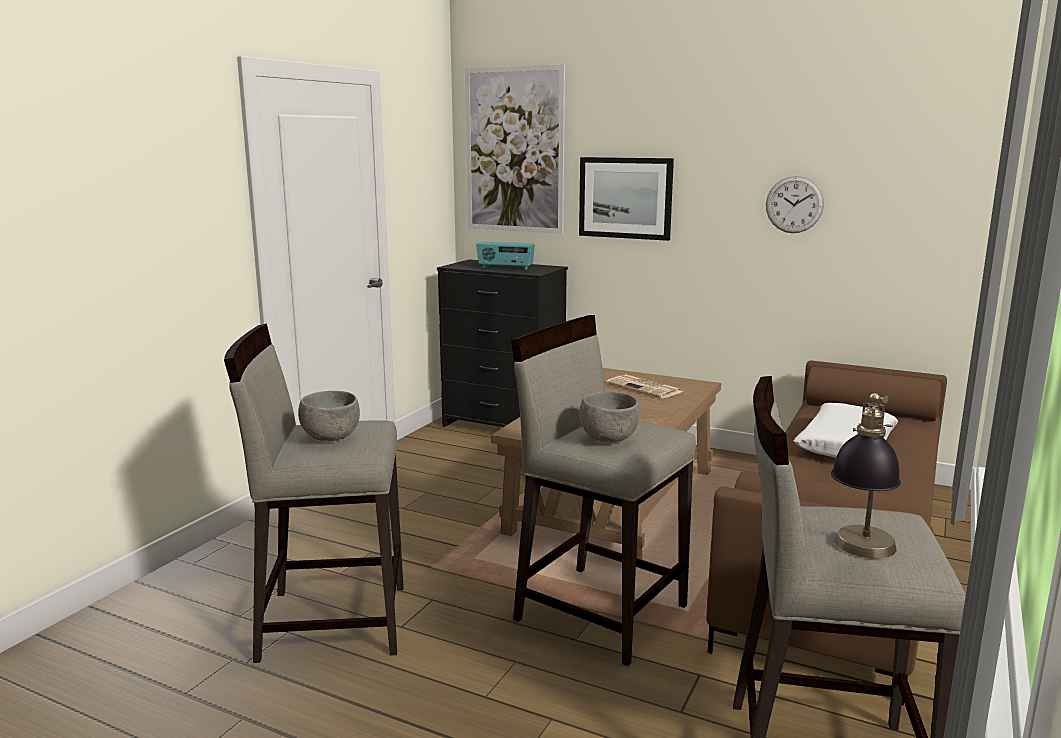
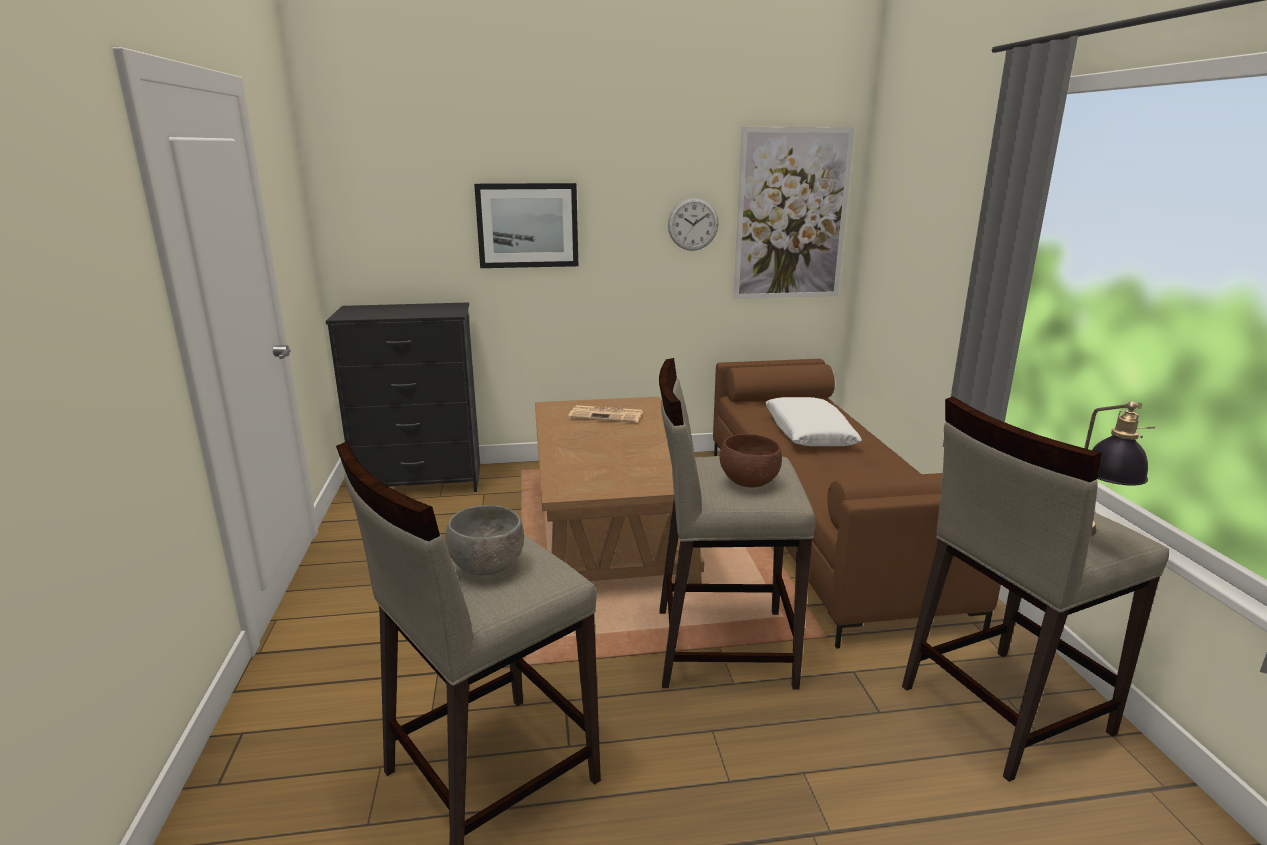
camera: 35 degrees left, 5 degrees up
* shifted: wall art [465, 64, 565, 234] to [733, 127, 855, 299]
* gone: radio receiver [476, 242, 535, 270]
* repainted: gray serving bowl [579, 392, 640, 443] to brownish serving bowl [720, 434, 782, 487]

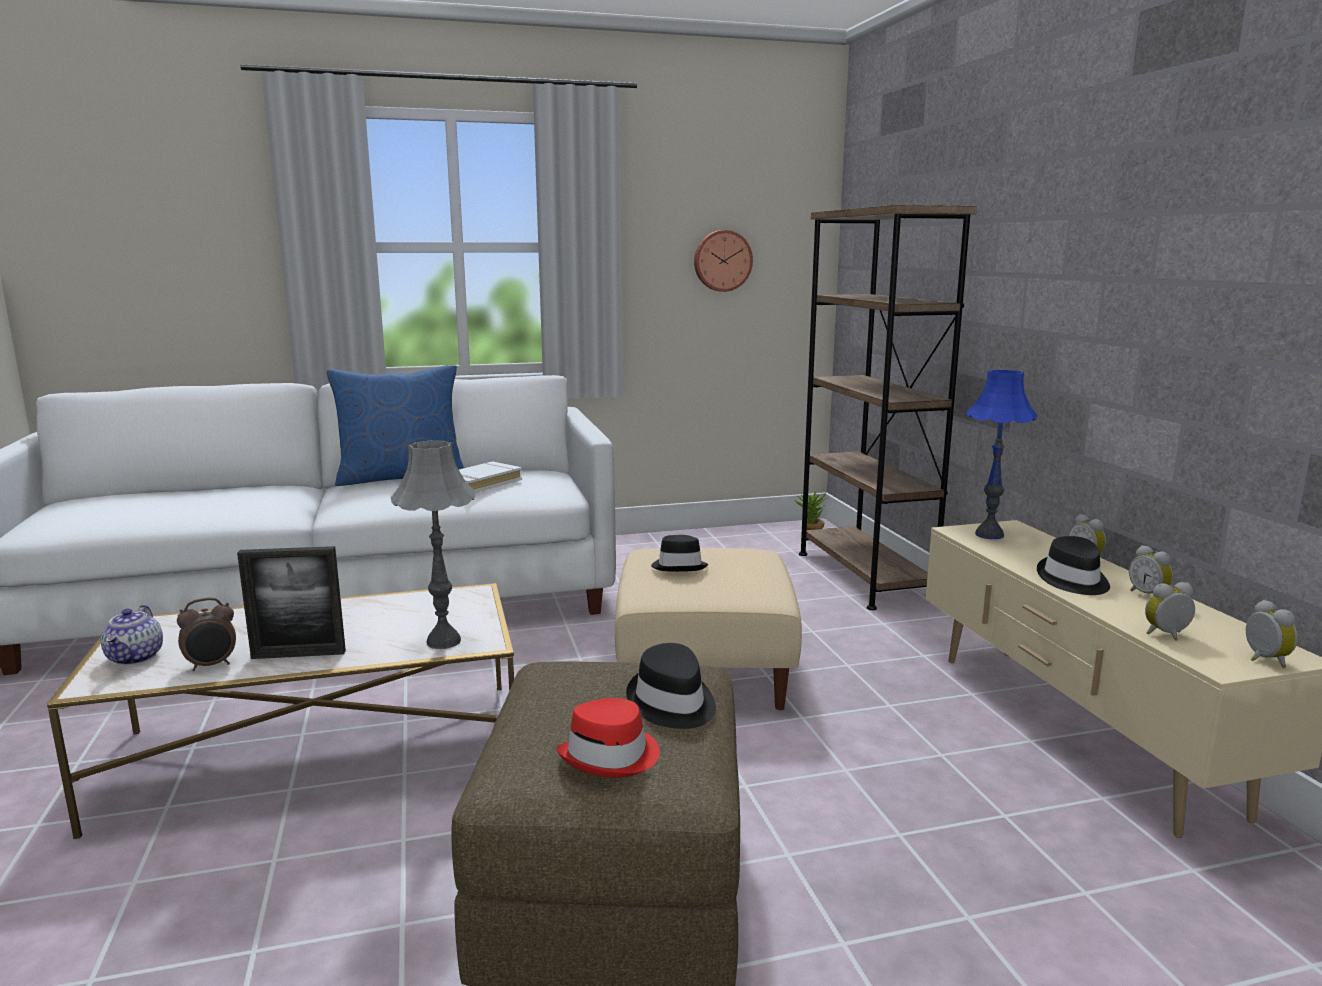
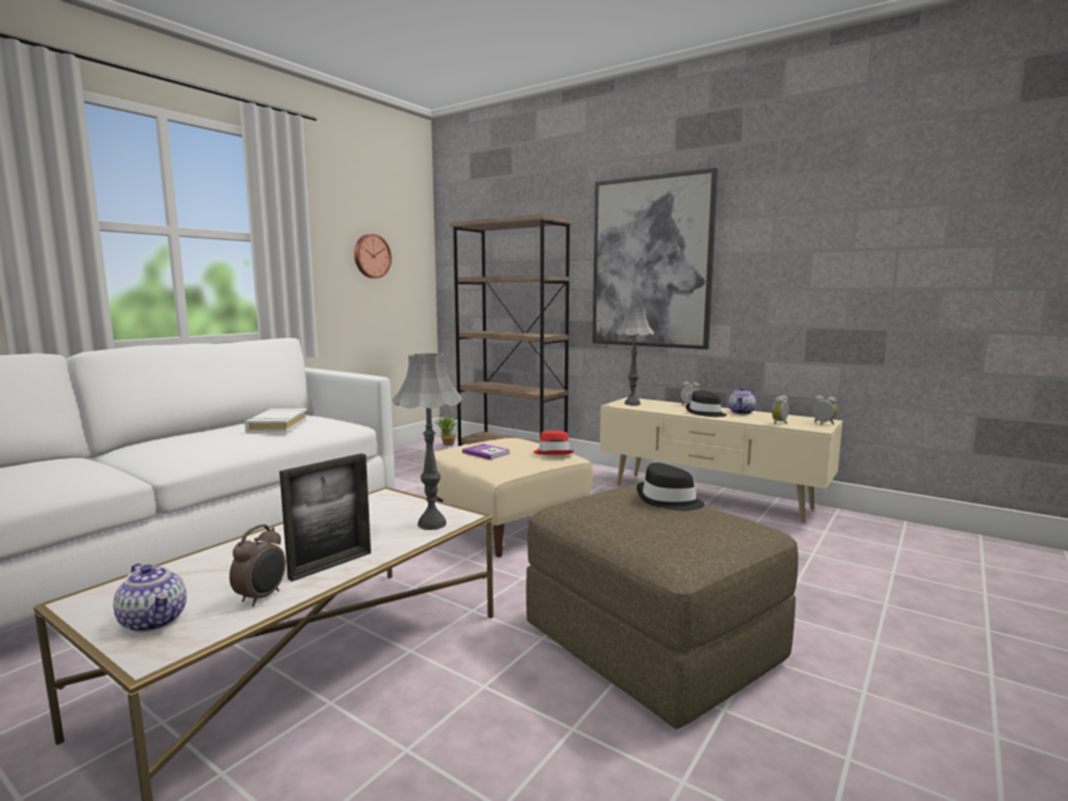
camera: 40 degrees left, 5 degrees down
* gone: bluish throw pillow [327, 365, 464, 486]
* shifted: red-coloured wearable hat [557, 698, 660, 778] to [534, 431, 574, 455]
* swapped: black wearable hat [651, 535, 708, 572] to bound book [462, 444, 510, 460]
* repainted: bluish lamp for a table [967, 370, 1037, 539] to gray lamp for a table [616, 308, 654, 405]
* swapped: bedside clock [1129, 545, 1173, 593] to tea pot [728, 387, 756, 414]
* new: wall art [592, 168, 718, 349]

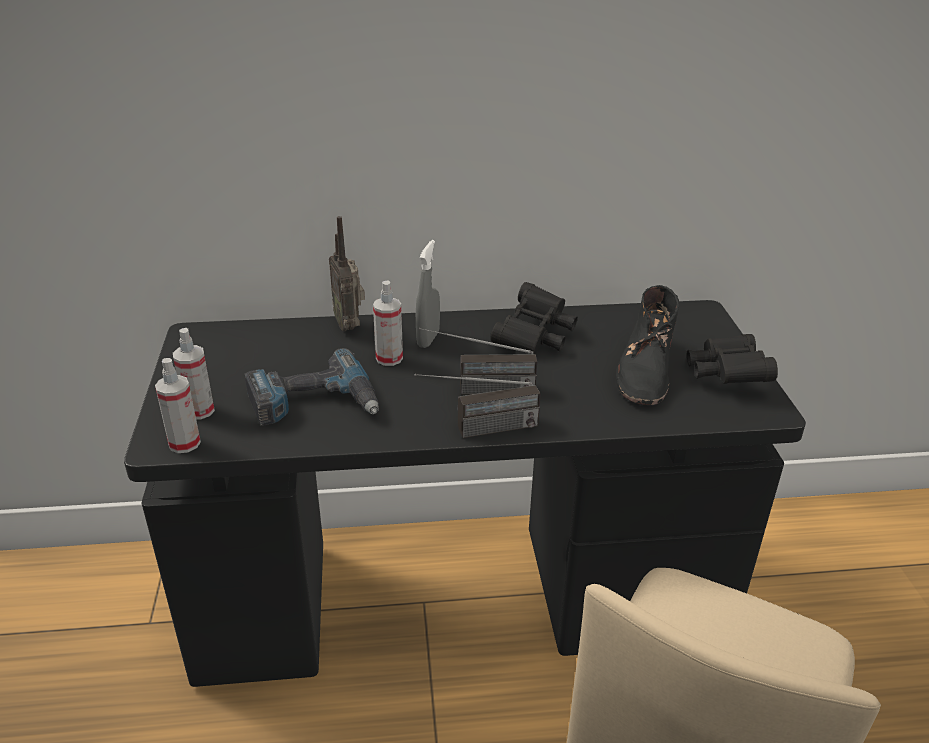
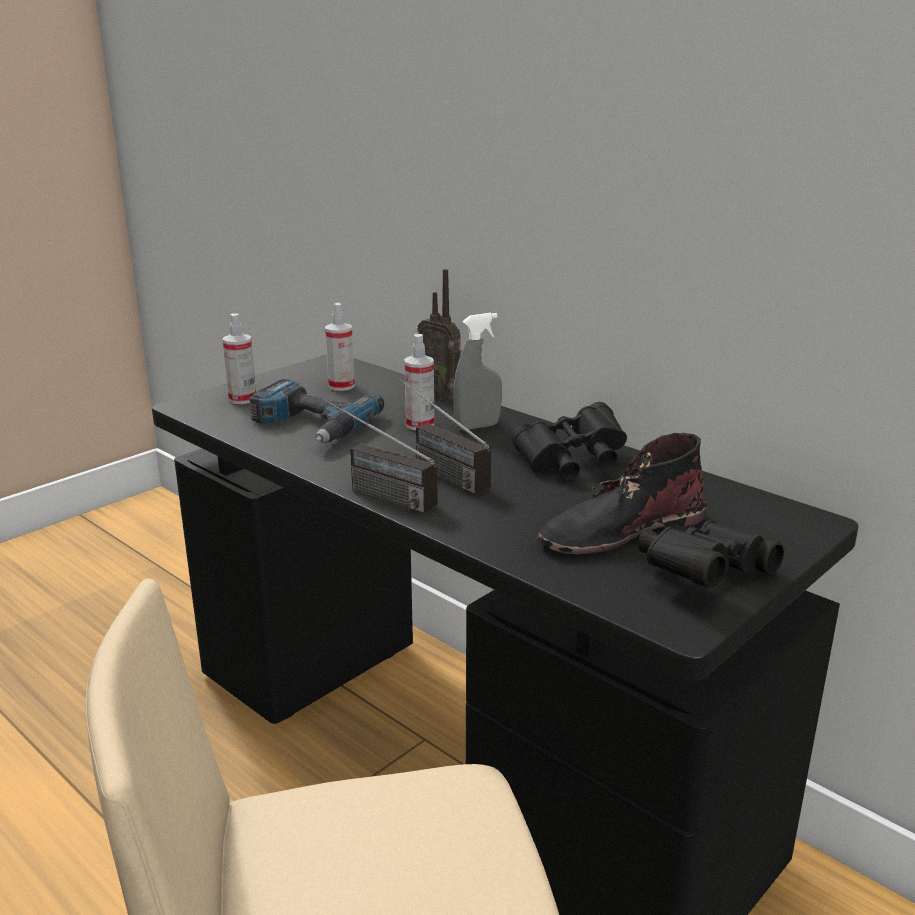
camera: 50 degrees right, 10 degrees down
* shifted: hand sprayer [155, 358, 201, 453] to [325, 303, 355, 391]
* rotated: radio receiver [329, 216, 365, 331] = [417, 269, 462, 401] 75 degrees counterclockwise

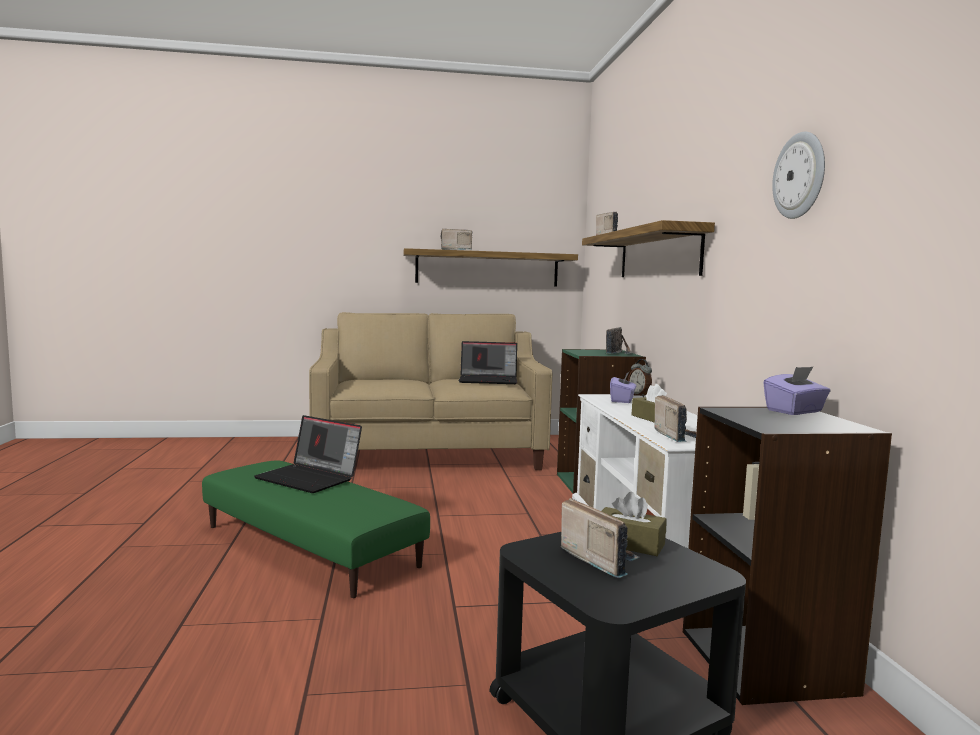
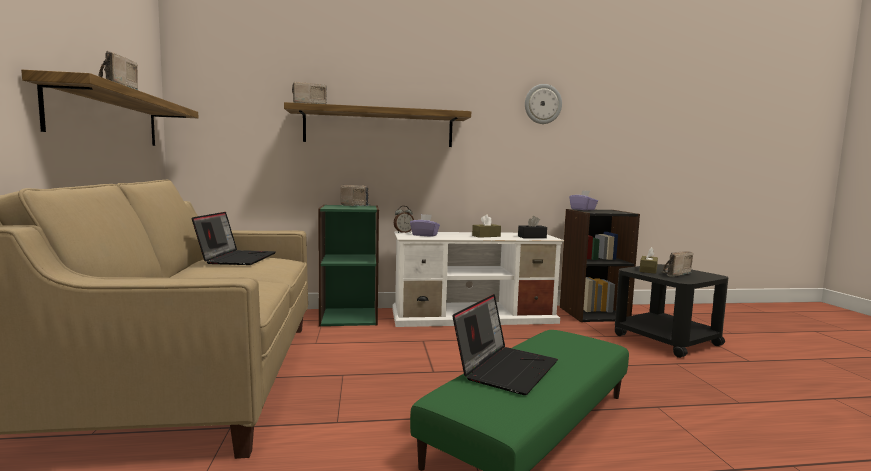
camera: 90 degrees left, 0 degrees up
* swapped: radio receiver [655, 395, 696, 442] to black tissue box [518, 216, 547, 238]

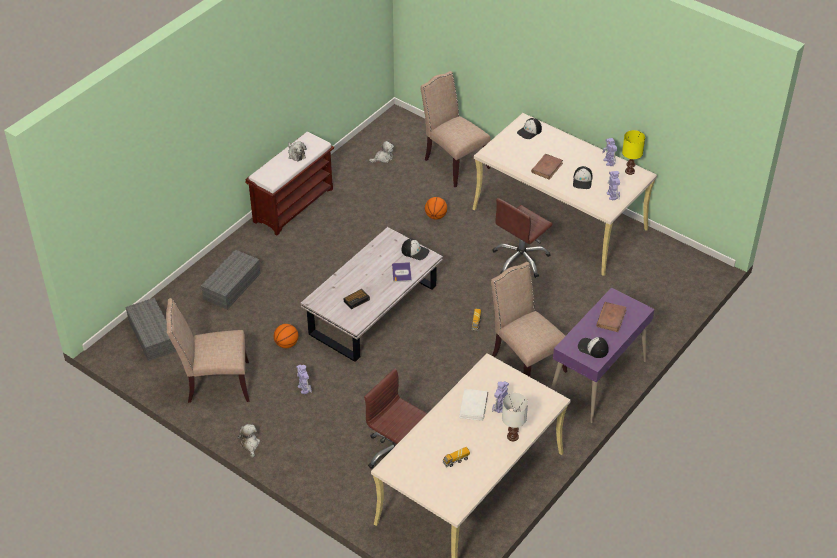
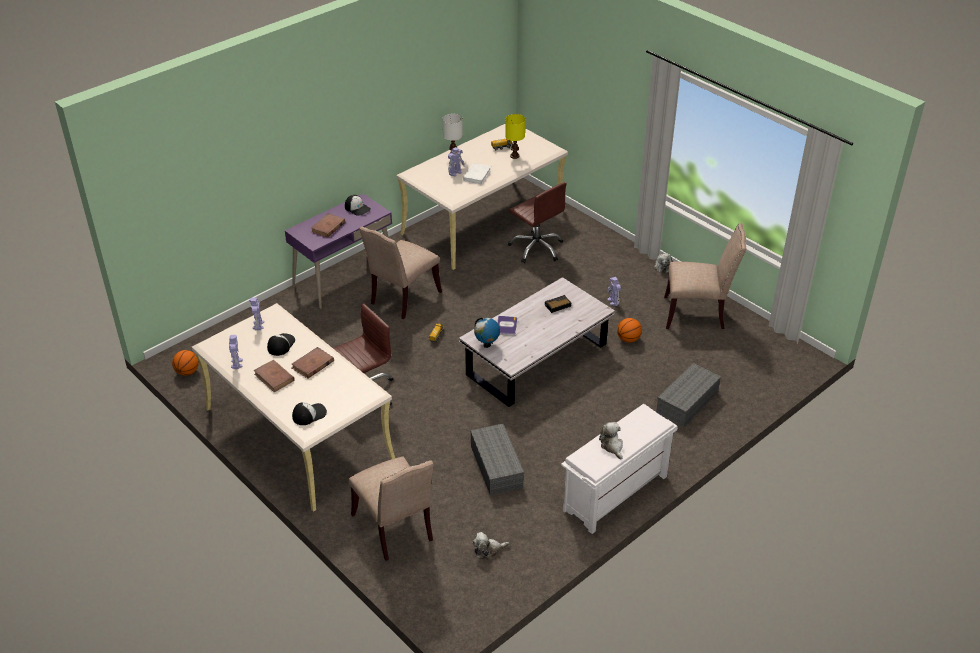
camera: 170 degrees left, 5 degrees down
* shifted: gray storage box [125, 298, 176, 361] to [470, 424, 524, 495]
* repainted: brownish long seat [245, 131, 334, 235] to whitish long seat [561, 404, 677, 534]
* swapped: peaked cap [401, 238, 429, 260] to desk globe [474, 318, 500, 348]
* shifted: ball for basketball [425, 197, 447, 220] to [172, 350, 199, 376]
* rotated: beige-coloured chair [491, 262, 567, 377] = [359, 227, 442, 319] 60 degrees clockwise
* shifted: yellow lamp for a table [622, 130, 645, 175] to [505, 114, 525, 159]
* new: brownish bound book [254, 360, 295, 392]

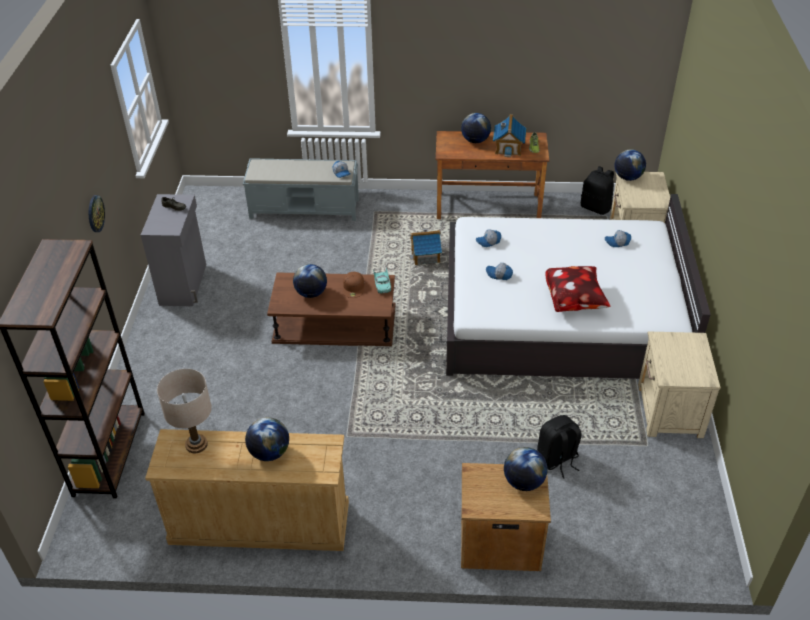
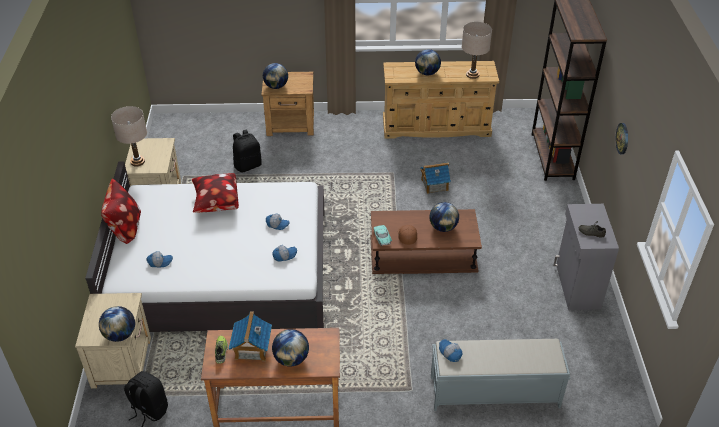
camera: 175 degrees right, 0 degrees up
* shifted: toy house [409, 229, 442, 265] to [420, 162, 451, 194]
* new: throw pillow [101, 179, 141, 244]
* new: beige-coloured lamp for a table [111, 106, 147, 166]

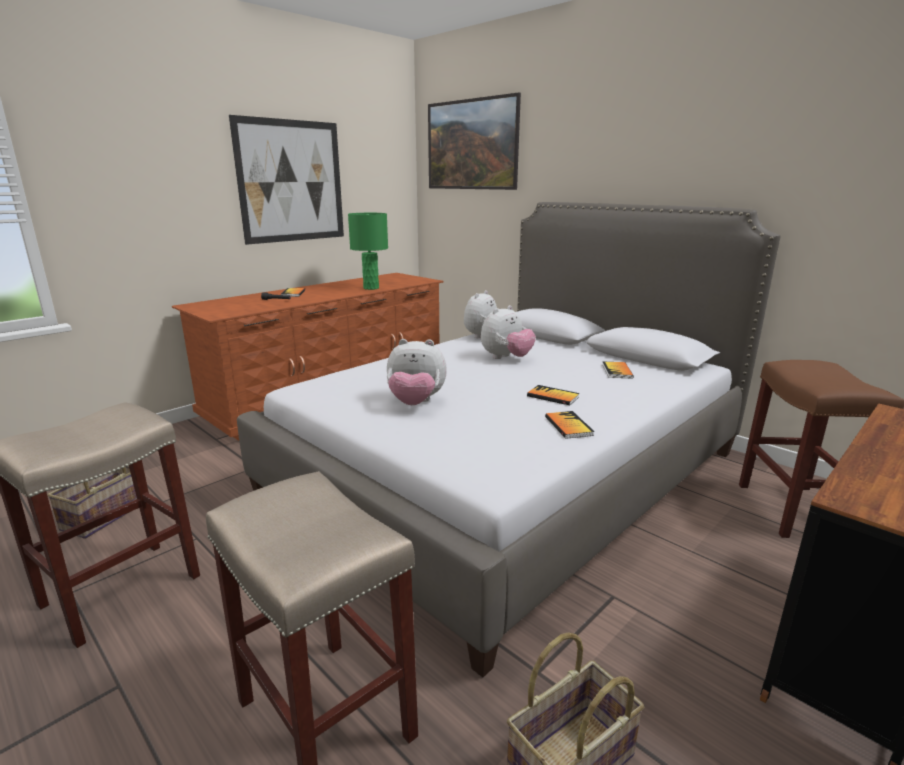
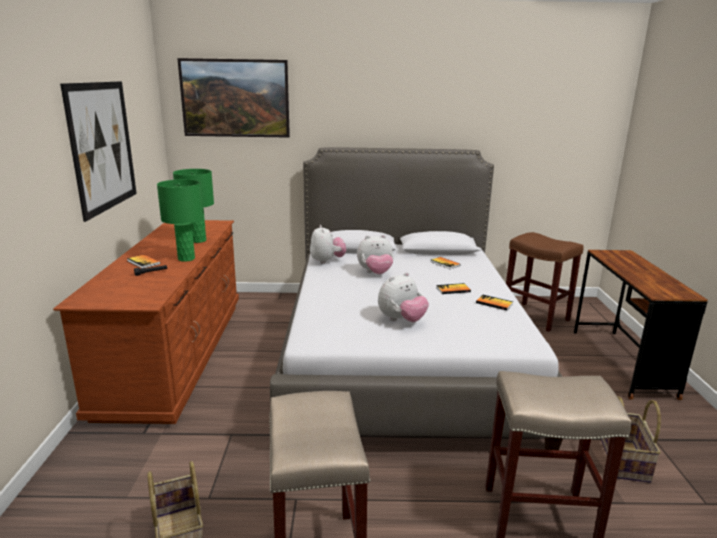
camera: 45 degrees left, 0 degrees up
* rotated: cuddly toy [481, 305, 536, 359] = [357, 235, 394, 274] 75 degrees clockwise
* new: greenish lamp for a table [157, 179, 203, 262]

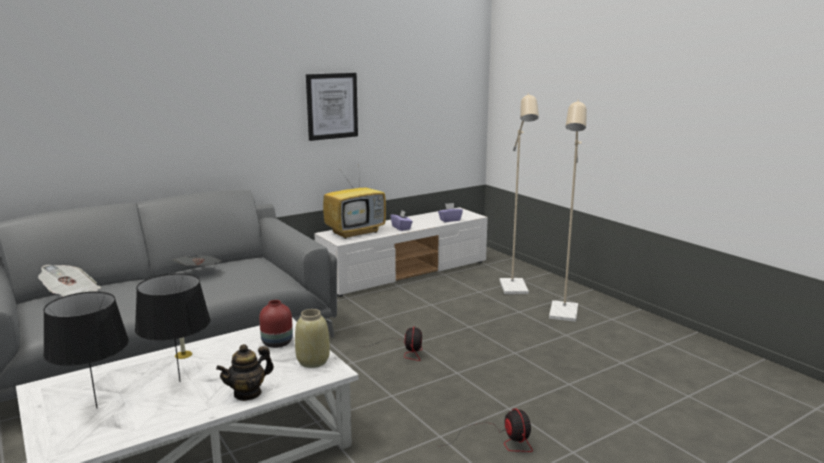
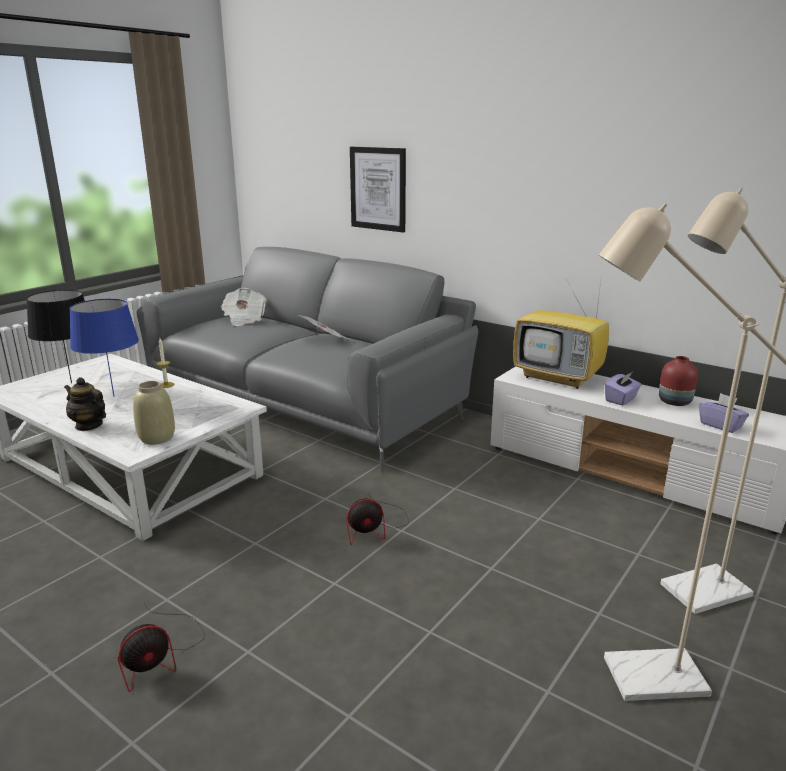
camera: 70 degrees right, 5 degrees up
* repainted: black lamp for a table [135, 273, 210, 382] to bluish lamp for a table [69, 299, 139, 396]
* shifted: red-coloured vase [259, 300, 293, 348] to [659, 356, 698, 406]
* shifted: wall art [306, 73, 358, 141] to [350, 147, 406, 233]

